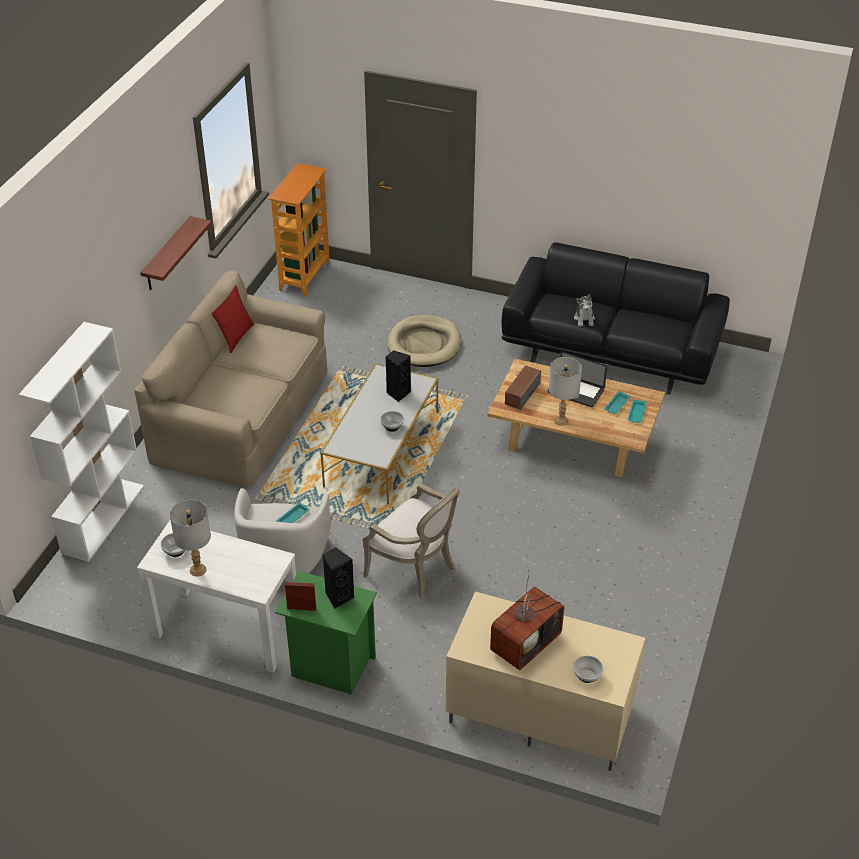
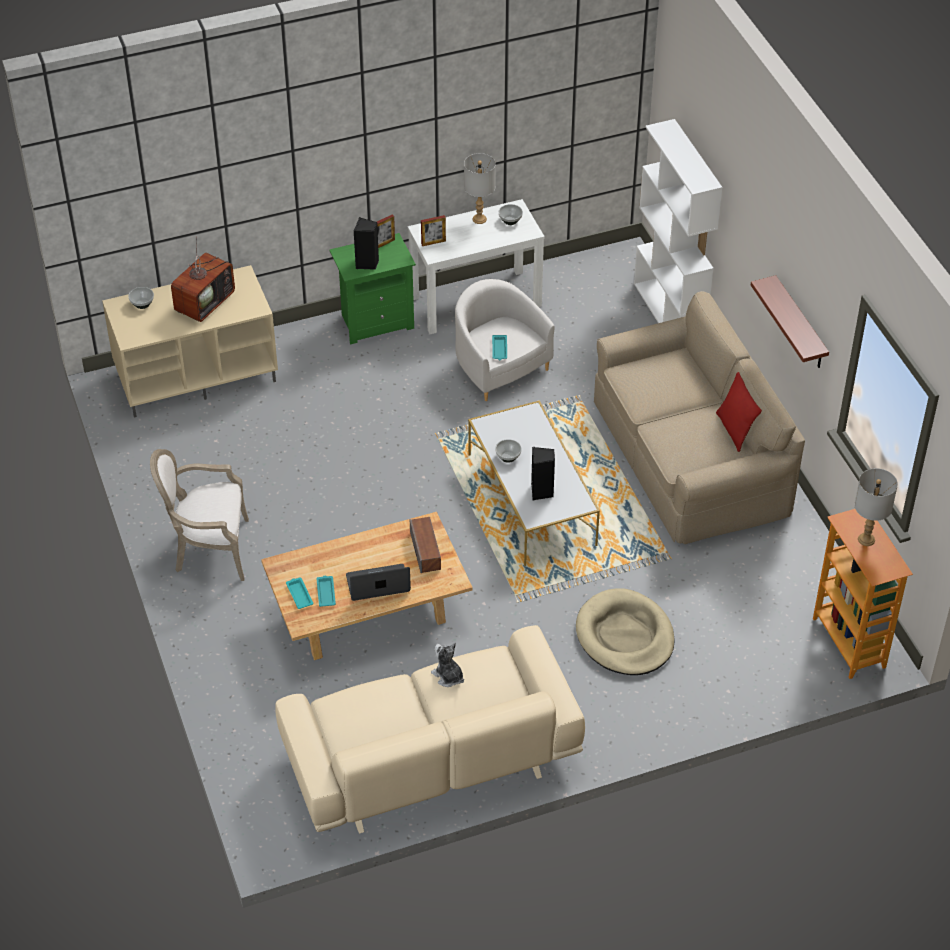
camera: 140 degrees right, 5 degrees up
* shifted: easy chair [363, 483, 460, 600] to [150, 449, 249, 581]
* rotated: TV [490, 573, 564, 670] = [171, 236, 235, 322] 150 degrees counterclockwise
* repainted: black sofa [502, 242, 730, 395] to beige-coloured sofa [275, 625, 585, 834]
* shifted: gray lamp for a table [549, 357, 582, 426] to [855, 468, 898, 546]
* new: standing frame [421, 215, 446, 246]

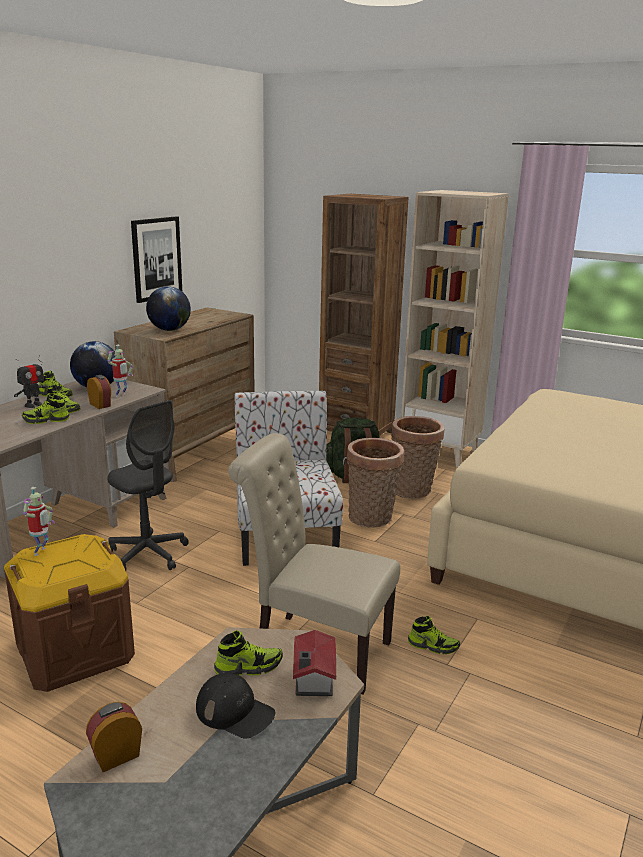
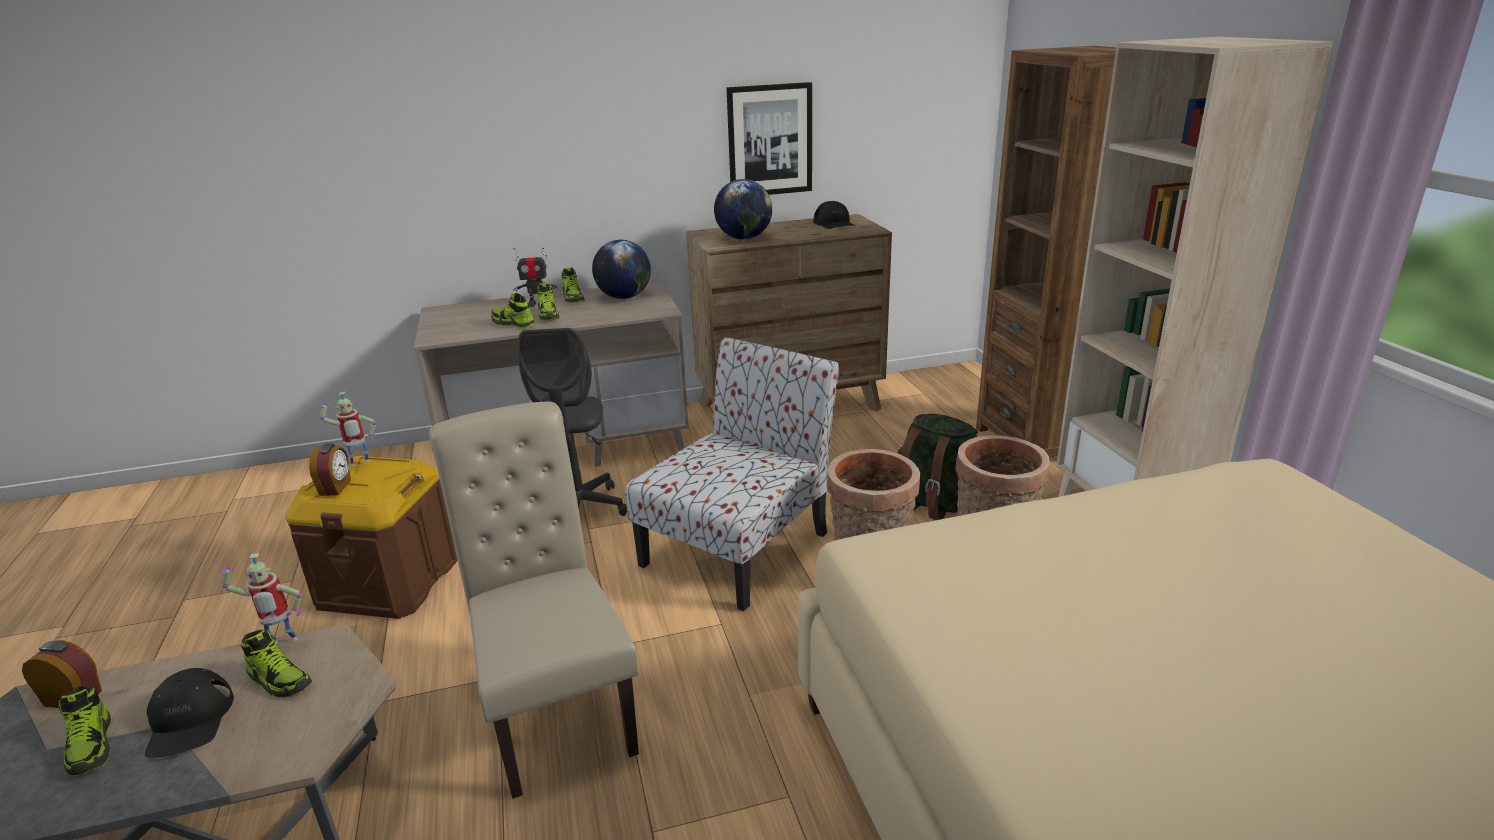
camera: 45 degrees right, 5 degrees up
* shifted: bedside clock [87, 375, 111, 409] to [309, 444, 351, 496]
* shifted: robot figure [108, 345, 133, 397] to [221, 553, 302, 644]
* gone: toy house [293, 630, 336, 696]
* shifted: item of footwear [408, 616, 460, 654] to [59, 686, 111, 776]
* new: black peaked cap [813, 201, 856, 229]

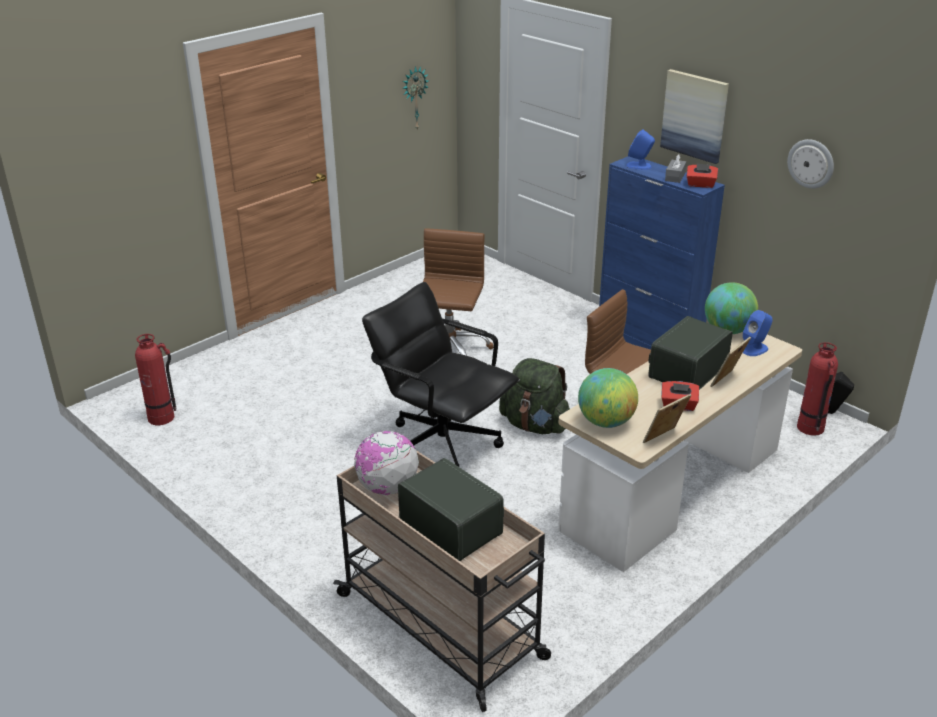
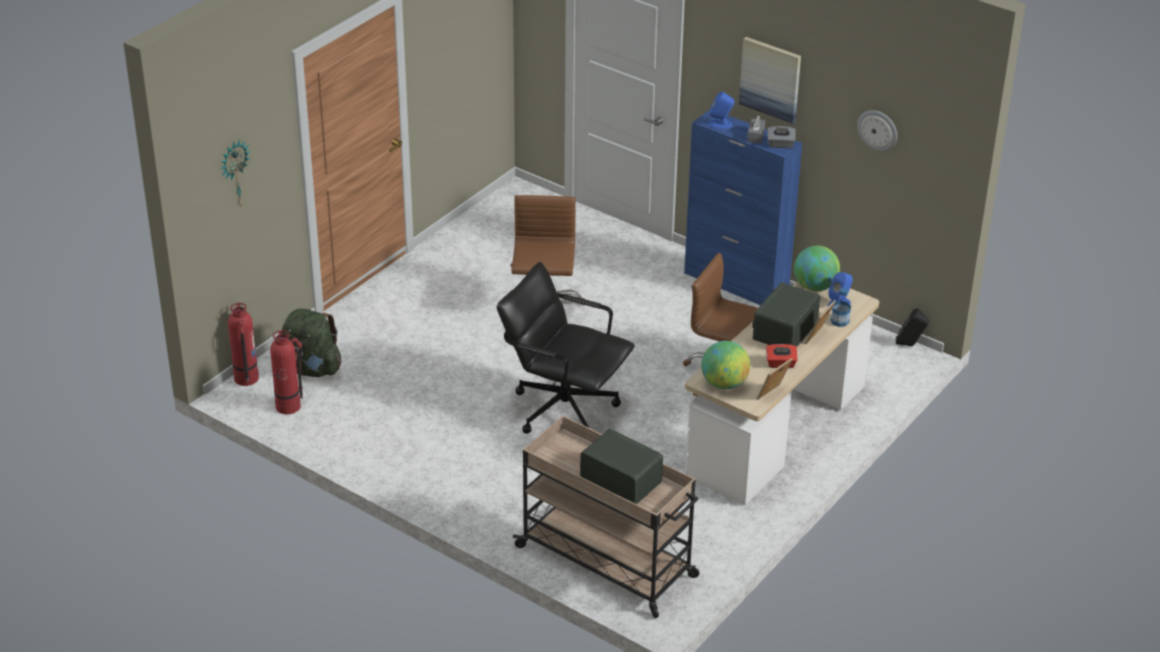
camera: 10 degrees left, 5 degrees up
* gone: desk globe [354, 431, 419, 495]
* shifted: wall clock [402, 66, 429, 131] to [220, 139, 250, 208]
* shifted: greenish rucksack [499, 358, 570, 434] to [281, 308, 341, 377]
* repainted: red-coloured tissue box [687, 163, 718, 188] to gray tissue box [767, 126, 796, 148]
* shifted: fire extinguisher [797, 342, 838, 436] to [228, 303, 259, 386]
* new: bottle [831, 288, 851, 327]

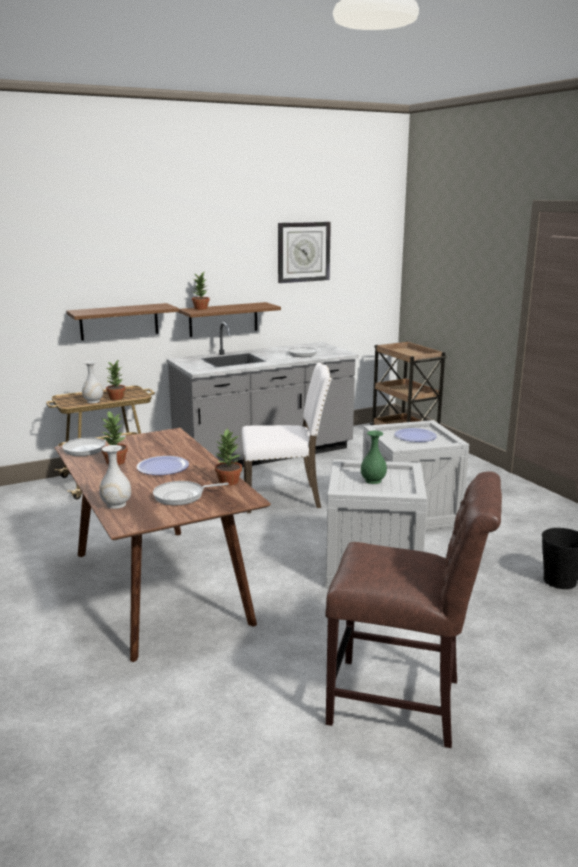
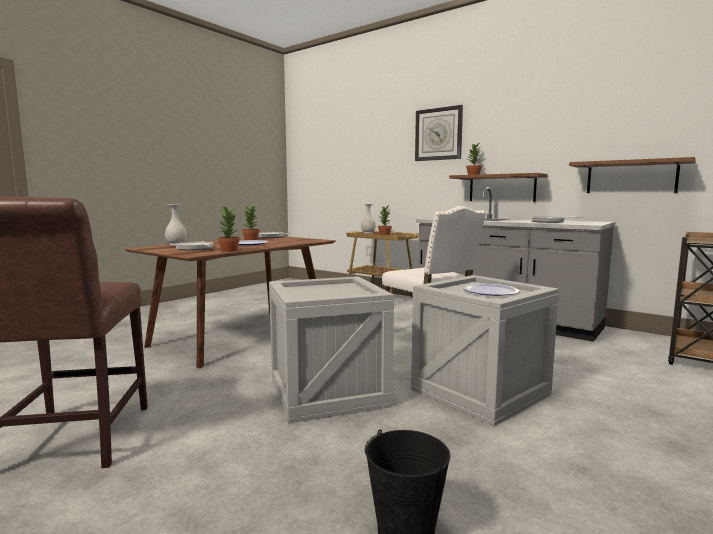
camera: 65 degrees right, 10 degrees down
* shifted: brownish wall shelf [66, 303, 179, 341] to [569, 157, 696, 193]
* shifted: wall clock [278, 222, 331, 283] to [415, 105, 463, 161]
* gone: greenish vase [361, 431, 387, 484]

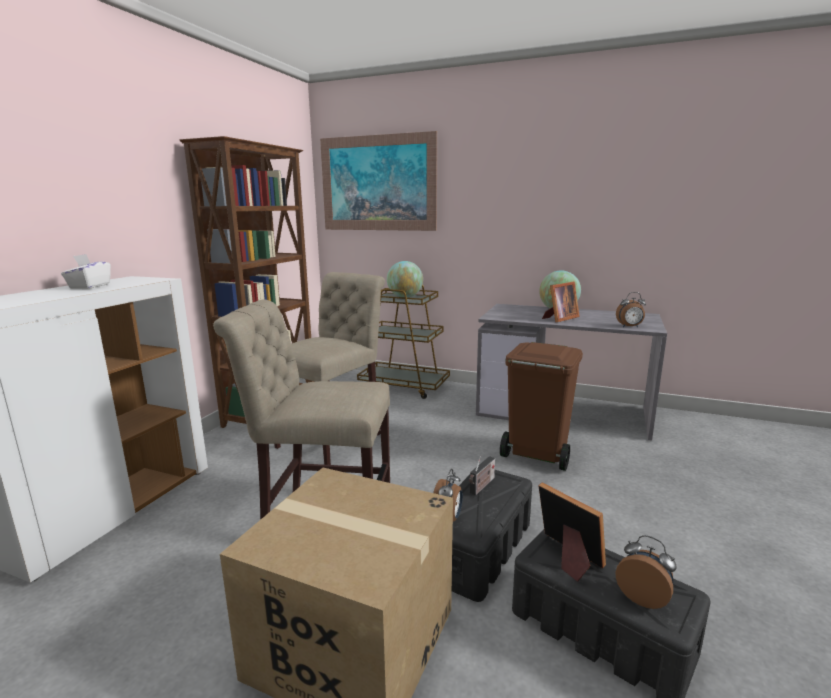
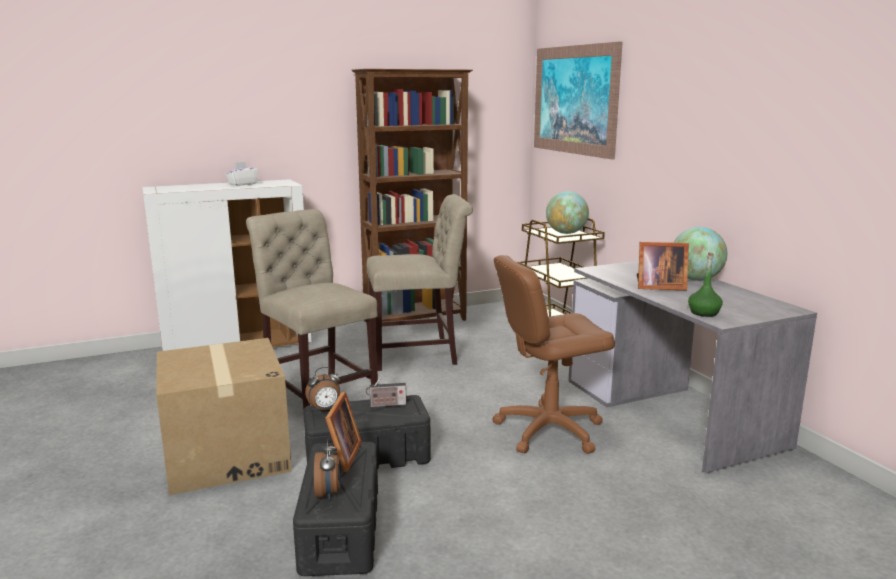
camera: 45 degrees right, 0 degrees up
* swapped: brownish trash can [500, 342, 583, 471] to brownish desk chair [492, 255, 615, 454]
* swapped: bedside clock [616, 292, 646, 327] to greenish bottle [688, 252, 723, 317]

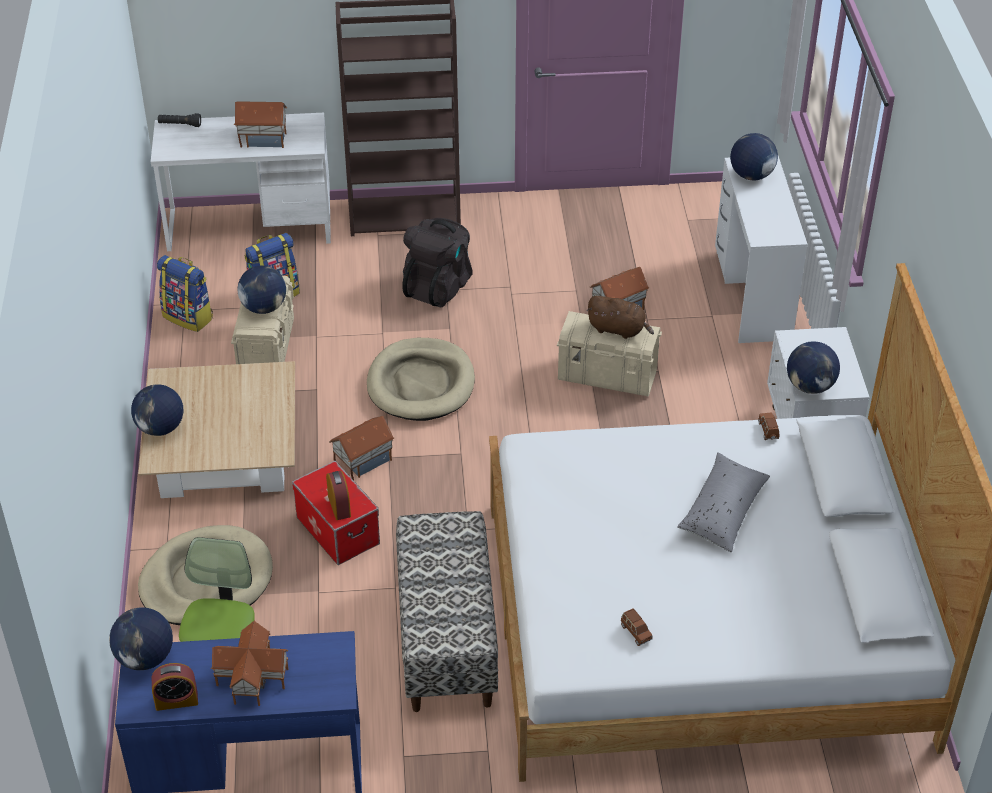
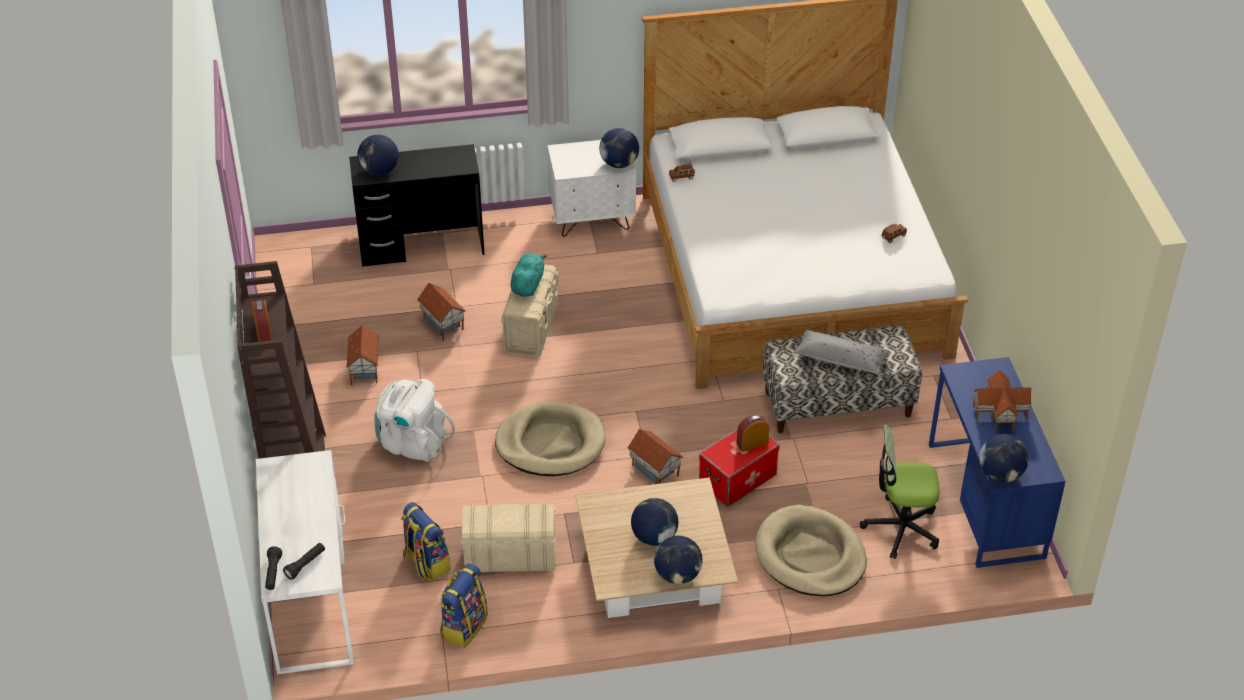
camera: 95 degrees left, 0 degrees up
* shifted: bedside clock [152, 663, 198, 711] to [252, 300, 272, 342]
* shifted: toy house [234, 101, 287, 148] to [346, 325, 379, 385]
* shifted: desk globe [237, 266, 286, 314] to [631, 498, 679, 546]
* repainted: black rucksack [402, 218, 472, 307] to whitish rucksack [374, 379, 455, 462]
* repainted: brownish cuddly toy [587, 296, 654, 339] to turquoise cuddly toy [510, 253, 547, 297]
* shifted: gray throw pillow [677, 452, 770, 552] to [793, 329, 889, 374]
* repainted: whitish desk [715, 156, 807, 343] to black desk [349, 144, 485, 267]
* new: black flashlight [283, 543, 325, 580]

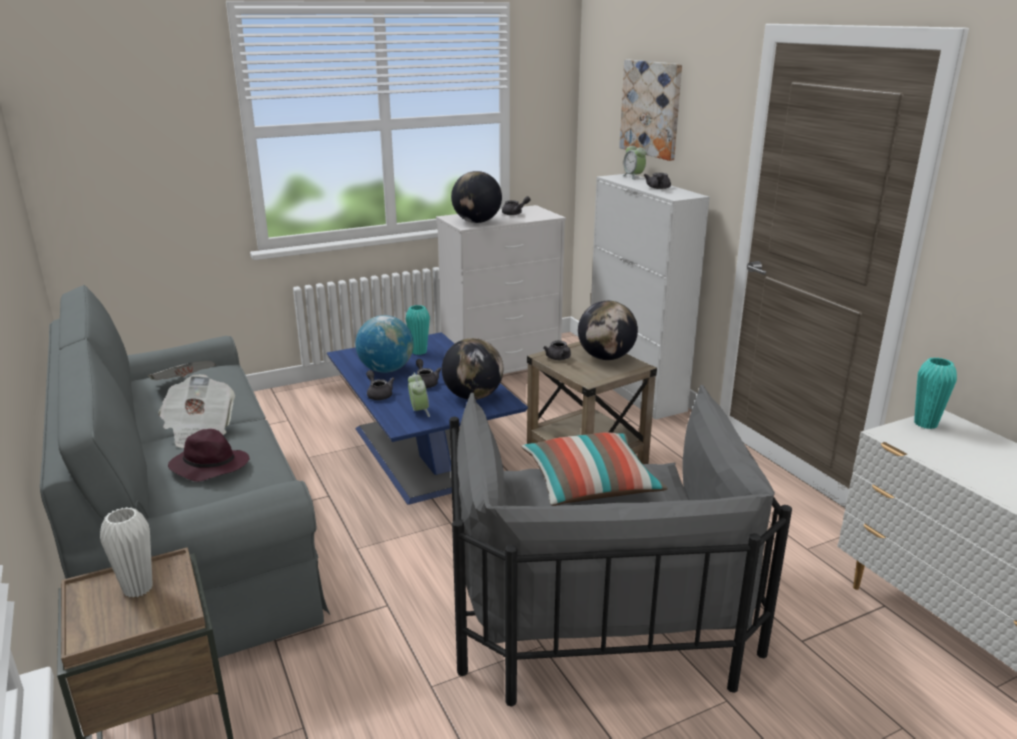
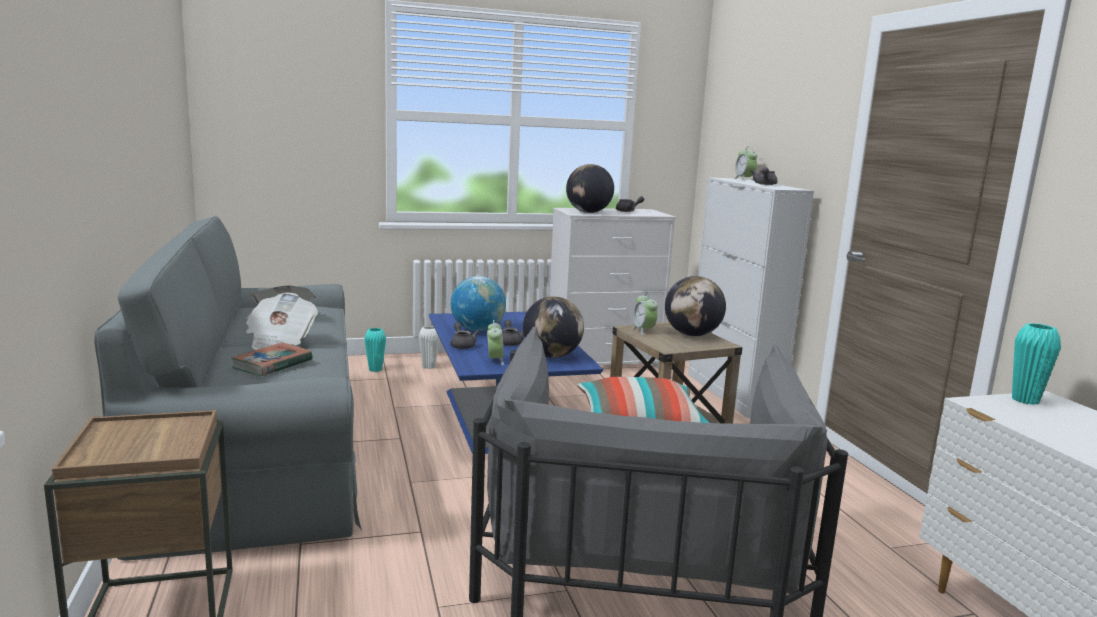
camera: 10 degrees right, 10 degrees down
* shifted: whitish vase [100, 507, 153, 597] to [419, 326, 439, 369]
* swapped: purplish wearable hat [168, 429, 249, 482] to bound book [231, 342, 313, 376]
* shifted: turquoise vase [406, 305, 430, 355] to [364, 328, 386, 372]
* swapped: gray tea pot [543, 341, 571, 360] to bedside clock [632, 292, 658, 335]
* gone: wall art [619, 60, 682, 161]

